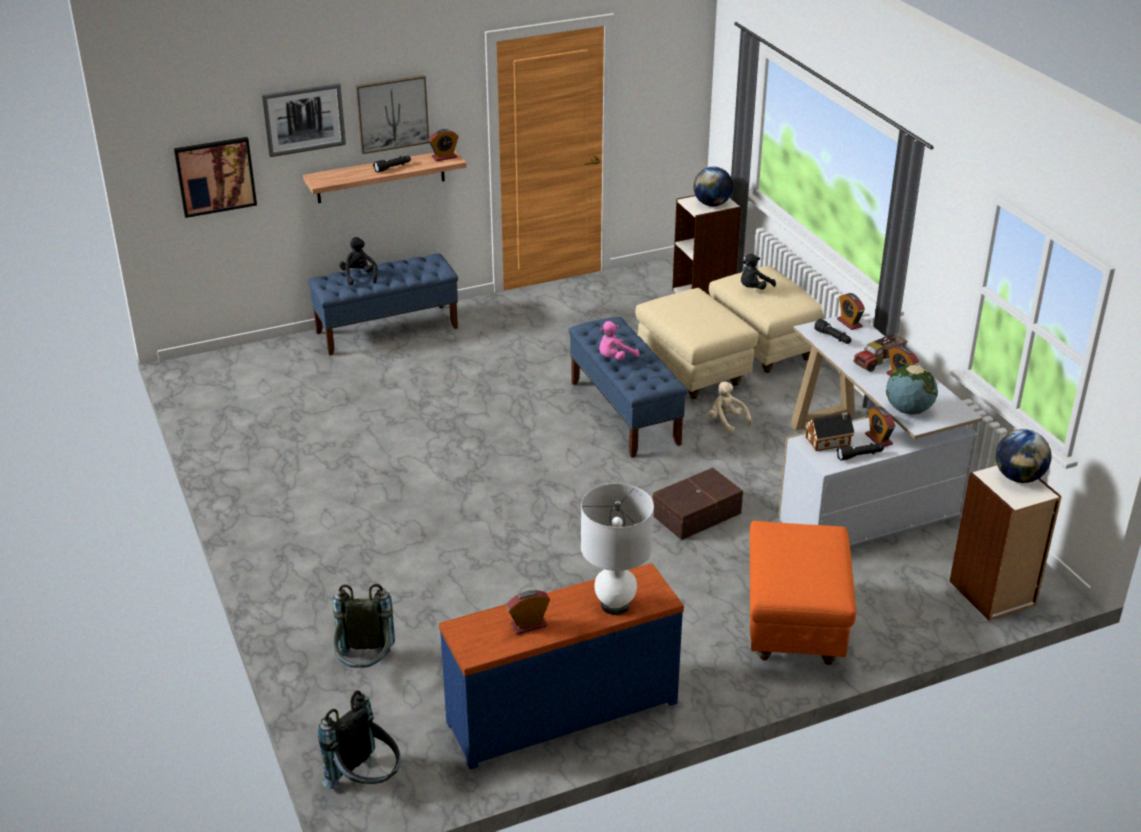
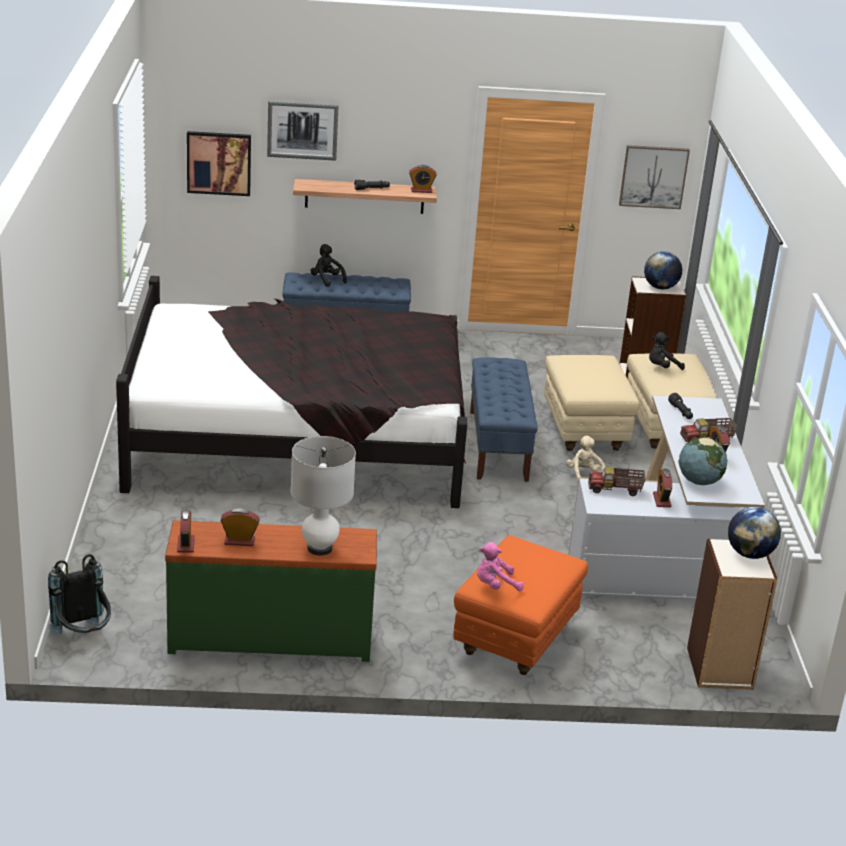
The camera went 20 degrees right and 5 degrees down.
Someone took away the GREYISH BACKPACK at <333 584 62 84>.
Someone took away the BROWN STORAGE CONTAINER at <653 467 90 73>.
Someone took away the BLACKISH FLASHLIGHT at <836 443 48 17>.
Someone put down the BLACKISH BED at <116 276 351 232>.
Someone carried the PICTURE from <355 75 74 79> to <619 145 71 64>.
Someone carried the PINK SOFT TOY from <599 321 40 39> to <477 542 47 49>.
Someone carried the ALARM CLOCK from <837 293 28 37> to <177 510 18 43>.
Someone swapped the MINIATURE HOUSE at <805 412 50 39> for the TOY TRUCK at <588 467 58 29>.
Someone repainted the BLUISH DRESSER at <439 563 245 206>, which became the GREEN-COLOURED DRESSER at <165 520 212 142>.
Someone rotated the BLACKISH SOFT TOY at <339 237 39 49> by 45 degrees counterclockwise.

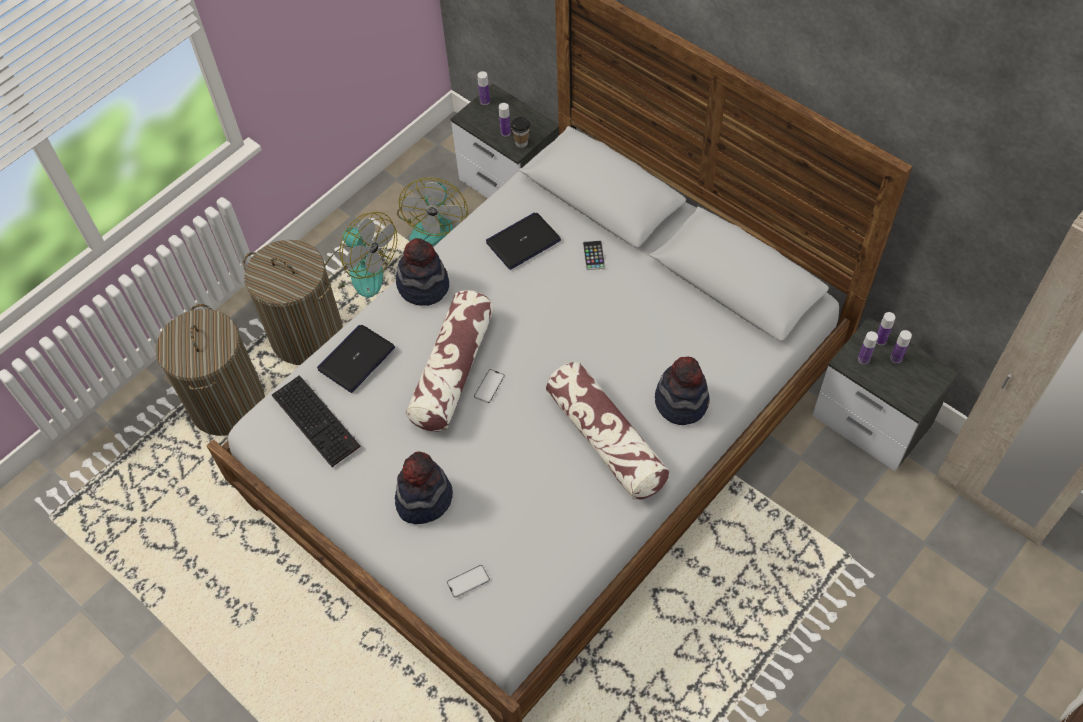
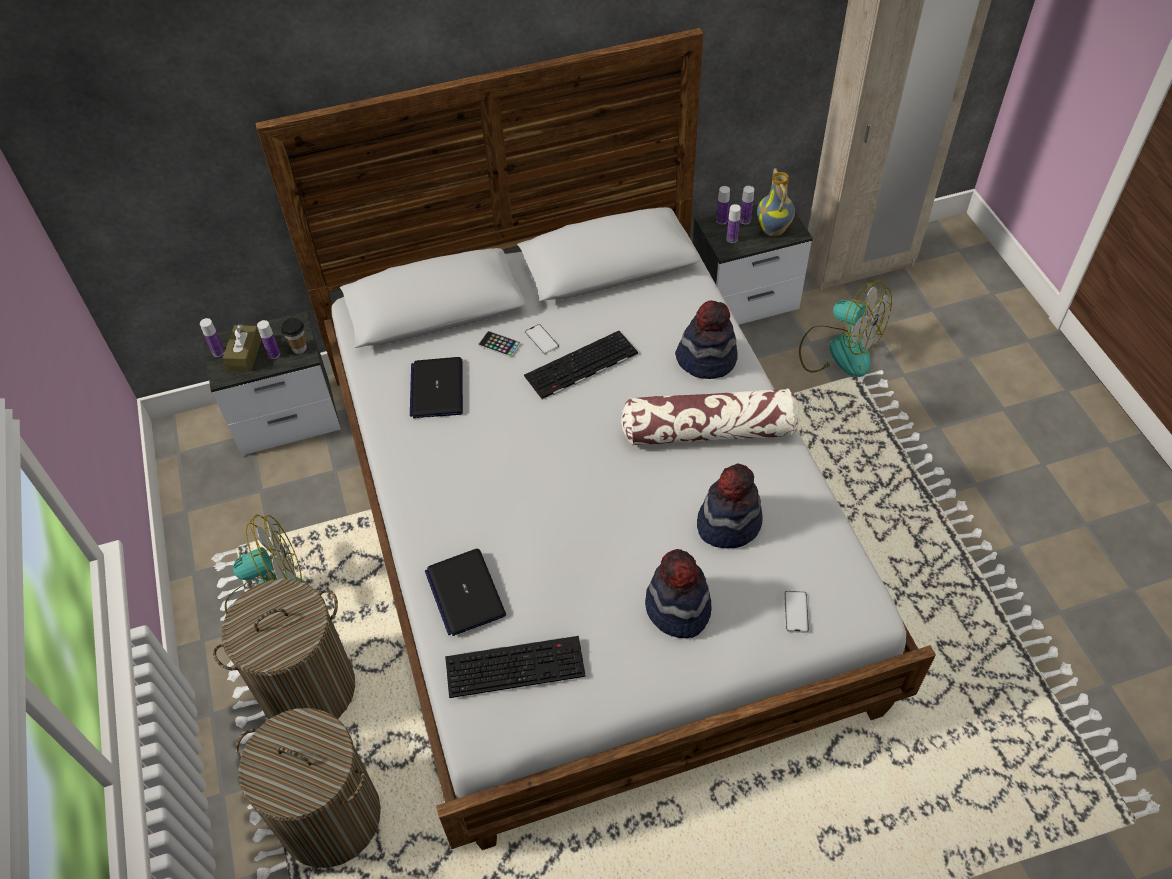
The camera went 60 degrees left and 5 degrees down.
Someone took away the CUSHION at <406 290 88 142>.
Someone put down the BROWN BOX OF TISSUES at <223 324 39 48>.
Someone put down the KEYBOARD at <524 331 114 69>.
Someone put down the FLOWER VASE at <757 168 38 68>.
Someone carried the CLOTHING HAT from <396 238 53 68> to <697 464 66 84>.
Someone carried the ELECTRIC FAN from <397 177 71 69> to <799 280 93 97>.
Someone carried the HANDSET from <474 369 31 34> to <525 324 34 30>.

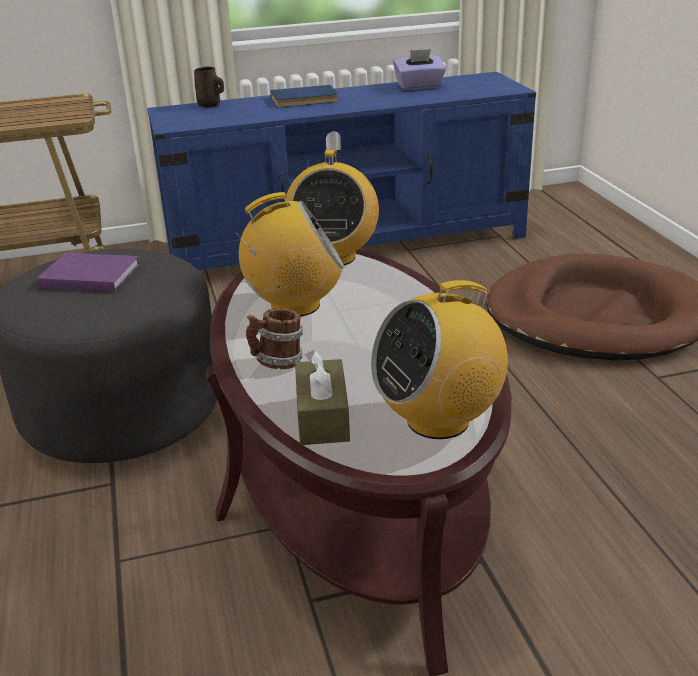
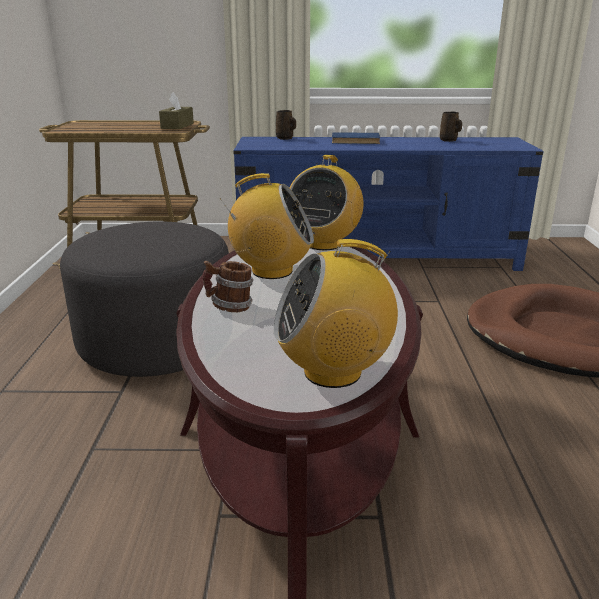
The camera went 15 degrees right and 5 degrees down.
Someone took away the PURPLE VOLUME at <37 253 103 39>.
Someone carried the BROWN BOX OF TISSUES from <295 349 55 96> to <159 92 35 37>.
Someone swapped the PURPLE BOX OF TISSUES at <393 49 53 41> for the BROWN MUG at <440 112 22 30>.

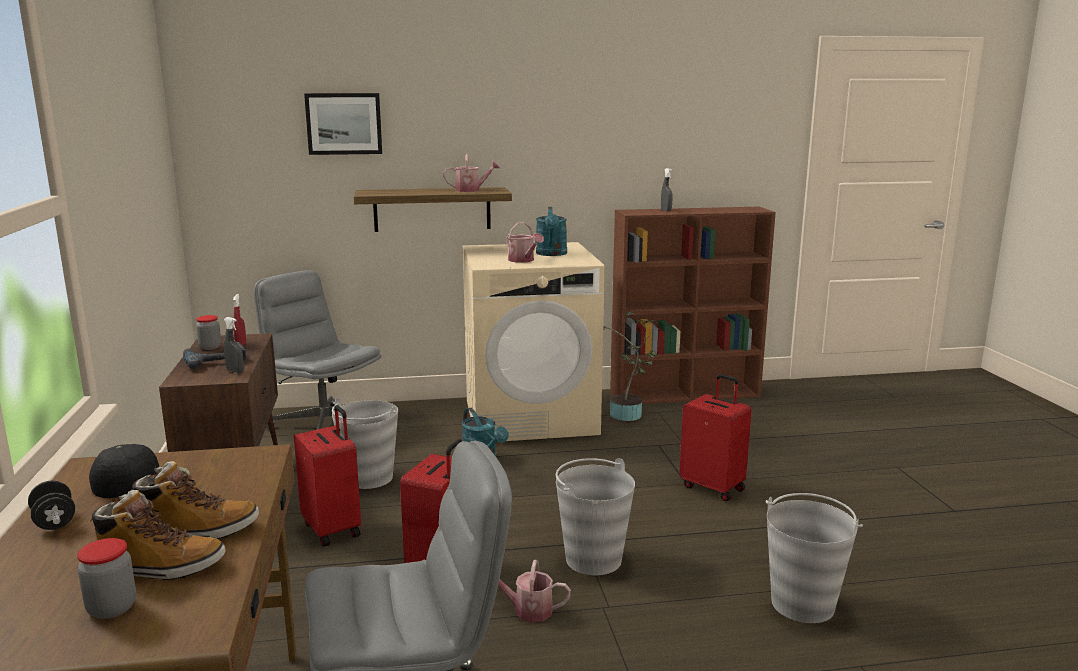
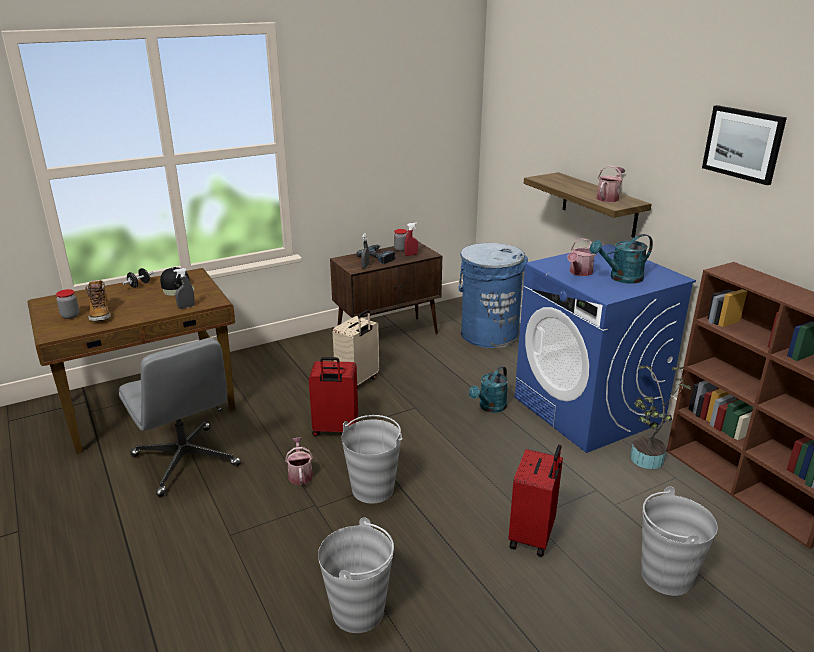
The camera went 70 degrees right and 10 degrees up.
Someone took away the HIGH-TOP BOOT at <131 461 128 78>.
Someone carried the PICTURE from <304 93 78 62> to <702 105 85 80>.
Someone carried the GREYISH BUCKET from <332 398 66 91> to <641 487 77 109>.
Someone carried the GREYISH SPRAY BOTTLE from <661 168 12 43> to <174 268 21 41>.
Someone swapped the GREYISH COMPUTER CHAIR at <254 270 127 160> for the BLUISH WASTE BIN at <458 243 70 105>.
Someone repainted the REDDISH SUITCASE at <294 405 67 142>, which became the SAND-COLOURED SUITCASE at <332 310 47 79>.
Someone repainted the SAND-COLOURED WASHING MACHINE at <462 242 143 199>, which became the BLUISH WASHING MACHINE at <514 244 182 209>.
Someone rotated the WATERING CAN at <443 154 57 38> by 120 degrees counterclockwise.

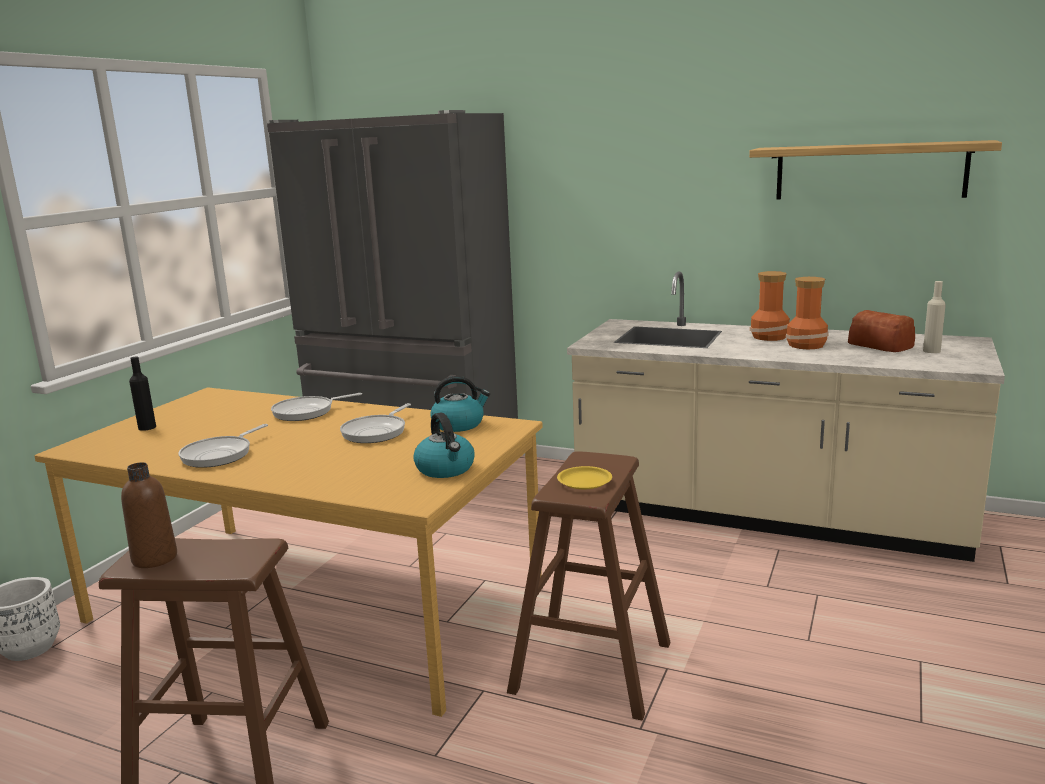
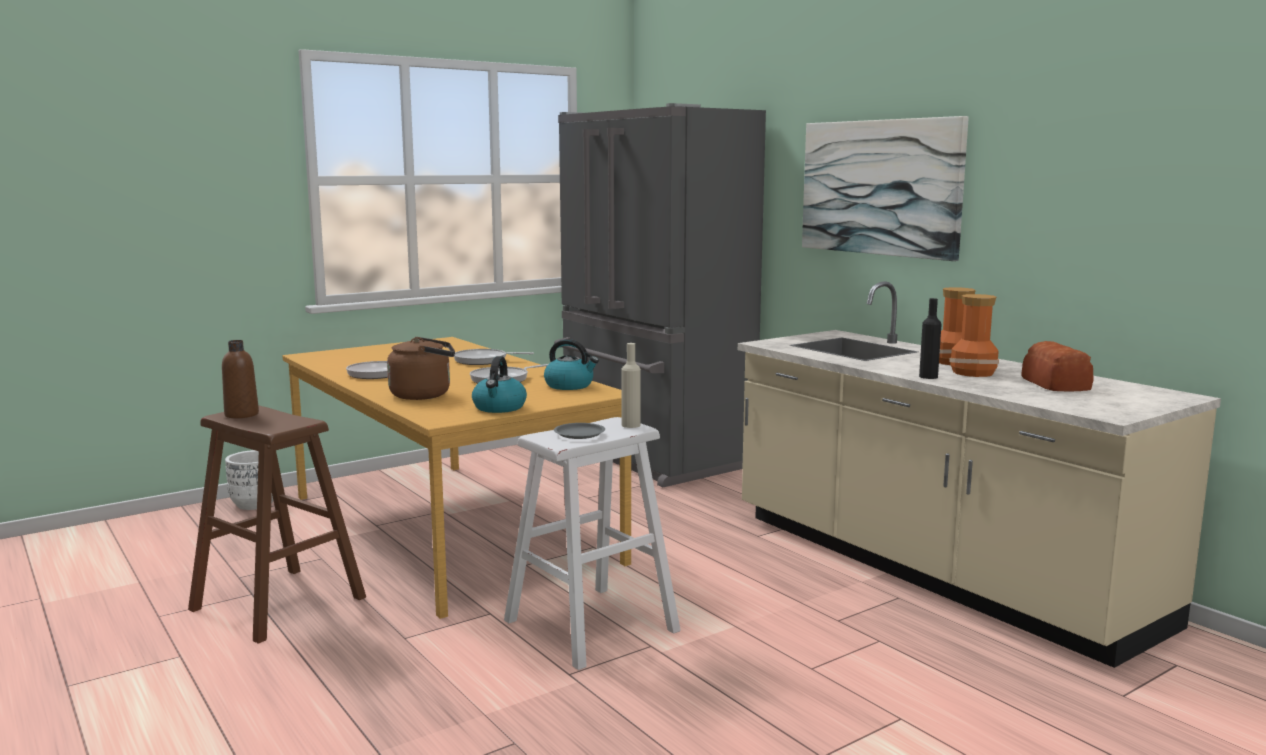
The camera went 30 degrees right and 5 degrees down.
Someone took away the SHELF at <749 140 253 59>.
Someone put down the BROWN TEA KETTLE at <387 337 68 63>.
Someone put up the PICTURE at <802 116 167 145>.
Someone carried the BLACKISH BEVERAGE BOTTLE from <129 356 27 75> to <919 298 22 81>.
Someone carried the SAND-COLOURED BEVERAGE BOTTLE from <923 281 23 72> to <621 343 20 85>.
Someone repainted the BROWN STOOL at <507 451 164 270>, which became the WHITE-COLOURED STOOL at <504 417 177 253>.
Someone repainted the YELLOW-COLOURED DINNER PLATE at <557 466 55 23>, which became the GREYISH DINNER PLATE at <554 423 51 16>.

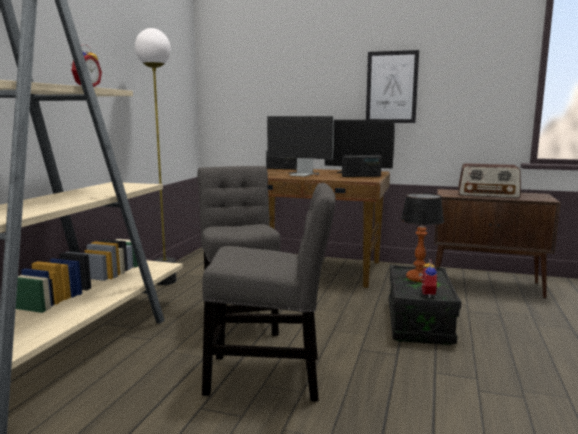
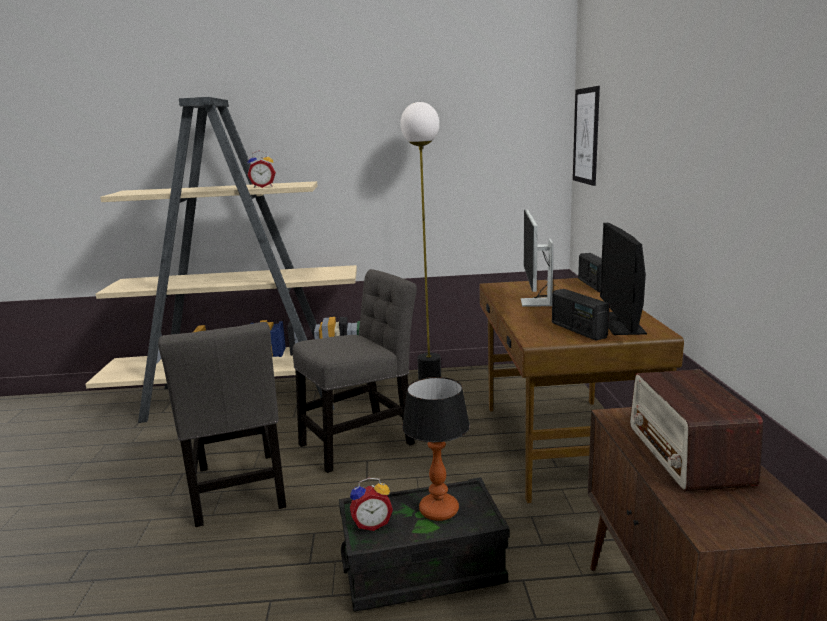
The camera went 70 degrees right and 5 degrees up.
Someone carried the PICTURE from <366 50 53 73> to <573 86 27 100>.

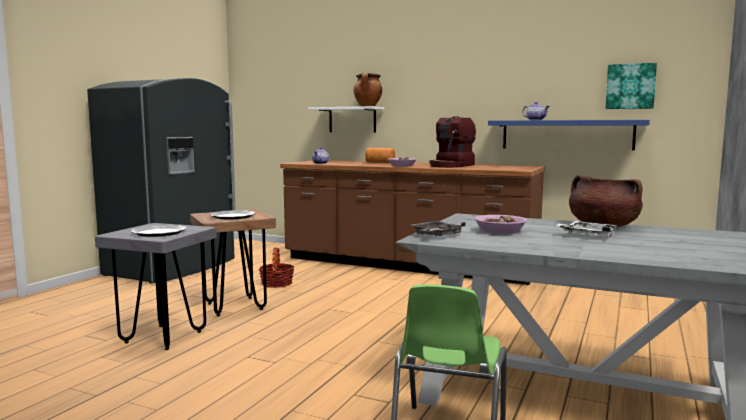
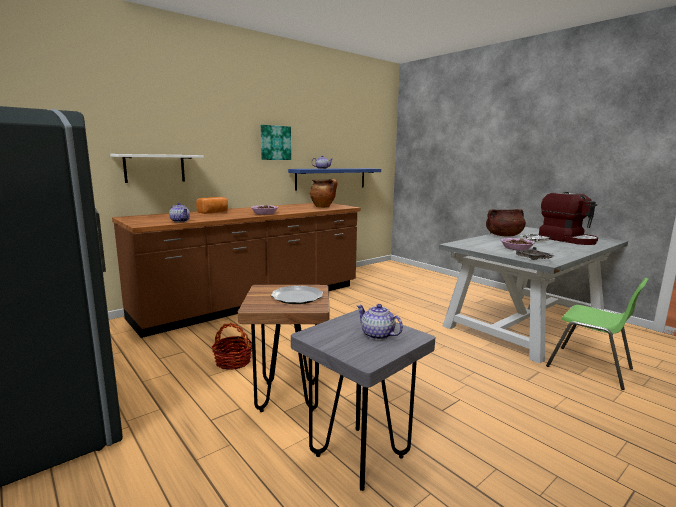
The camera went 65 degrees left and 5 degrees up.
Someone carried the SAUCEPOT from <354 73 28 33> to <310 179 27 29>.
Someone carried the COFFEE MAKER from <429 116 47 52> to <539 192 59 53>.
Someone carried the PICTURE from <606 63 51 46> to <261 125 30 35>.
Someone swapped the DINNER PLATE at <130 225 57 12> for the TEAPOT at <357 304 46 36>.

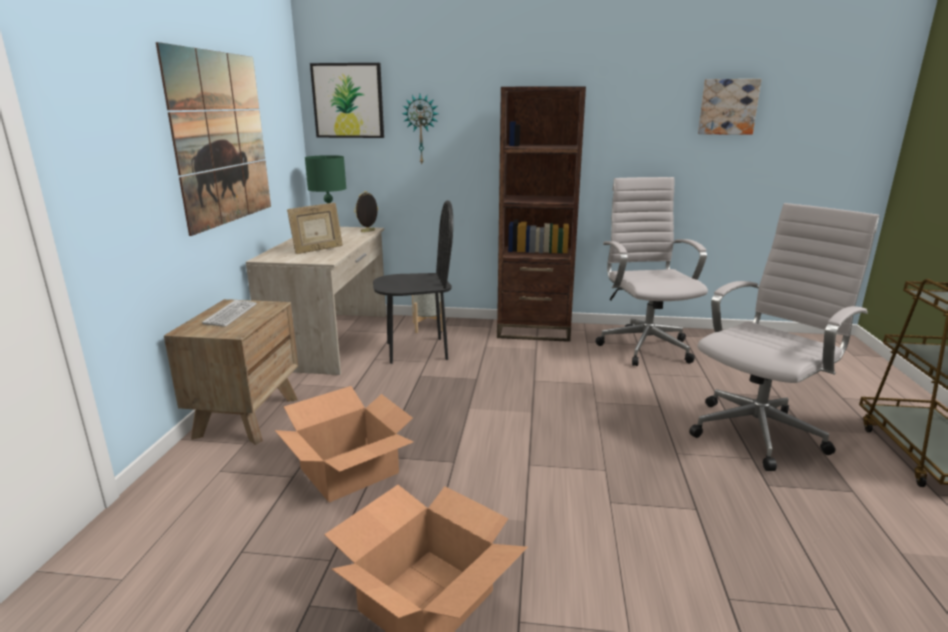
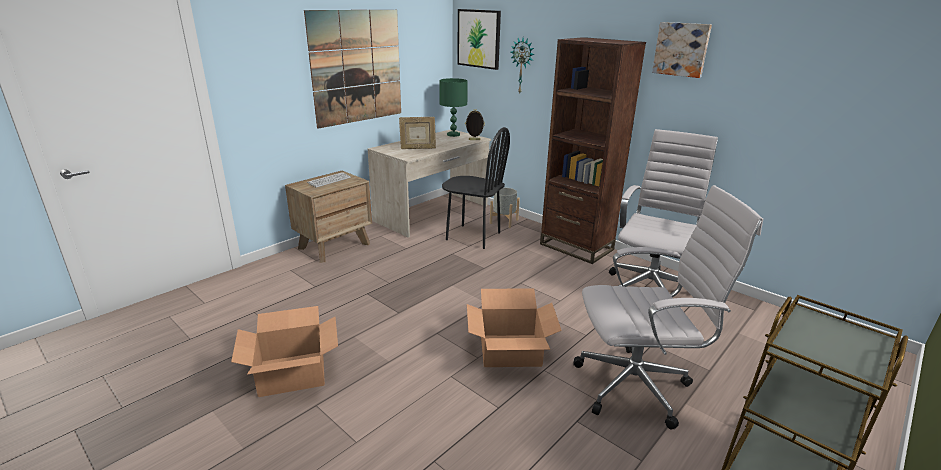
The camera went 35 degrees right and 5 degrees up.
Someone carried the CARTON from <275 386 139 117> to <467 288 95 79>.
Someone carried the PICTURE from <698 79 63 56> to <652 22 60 56>.

